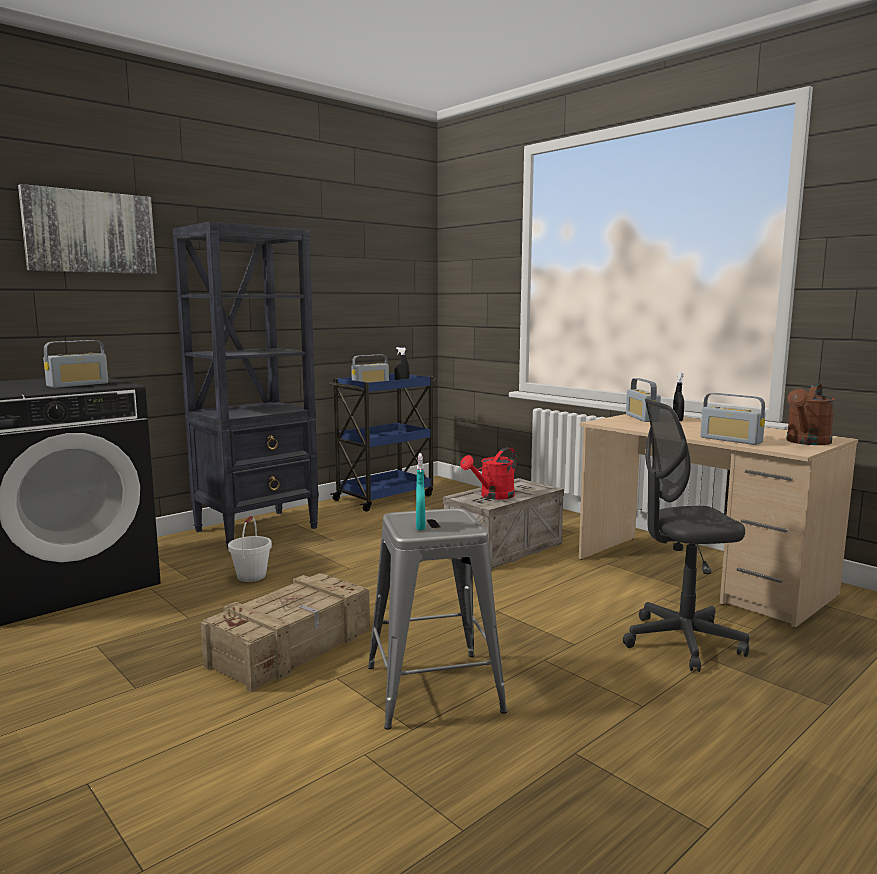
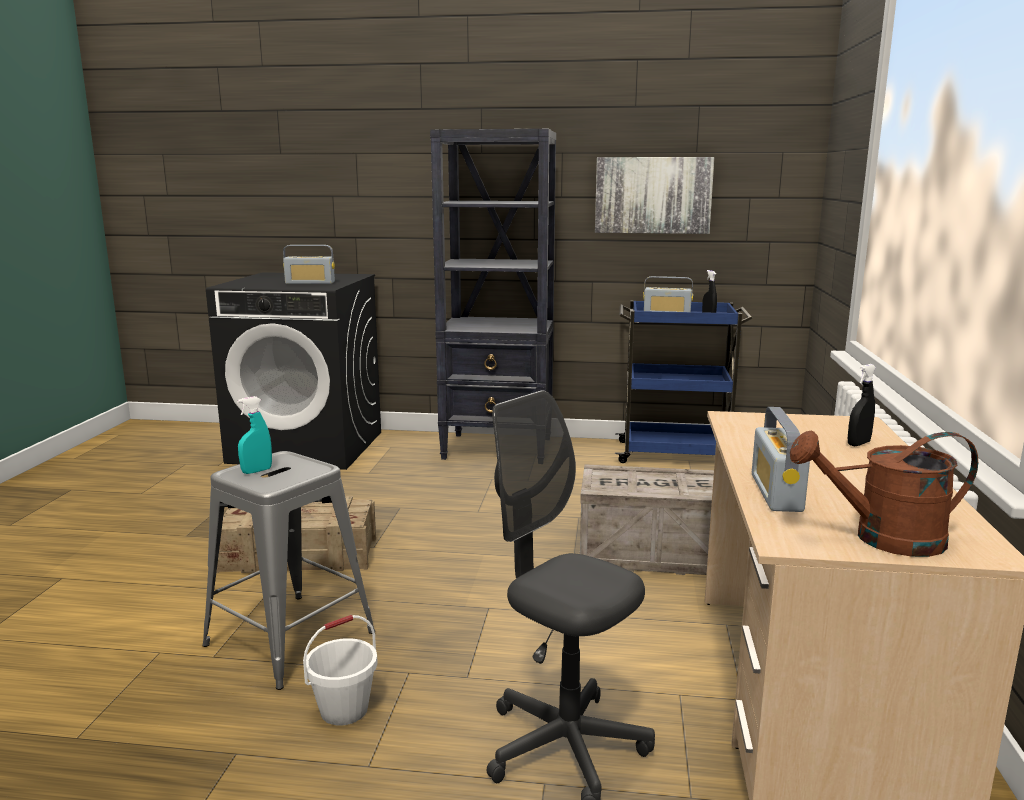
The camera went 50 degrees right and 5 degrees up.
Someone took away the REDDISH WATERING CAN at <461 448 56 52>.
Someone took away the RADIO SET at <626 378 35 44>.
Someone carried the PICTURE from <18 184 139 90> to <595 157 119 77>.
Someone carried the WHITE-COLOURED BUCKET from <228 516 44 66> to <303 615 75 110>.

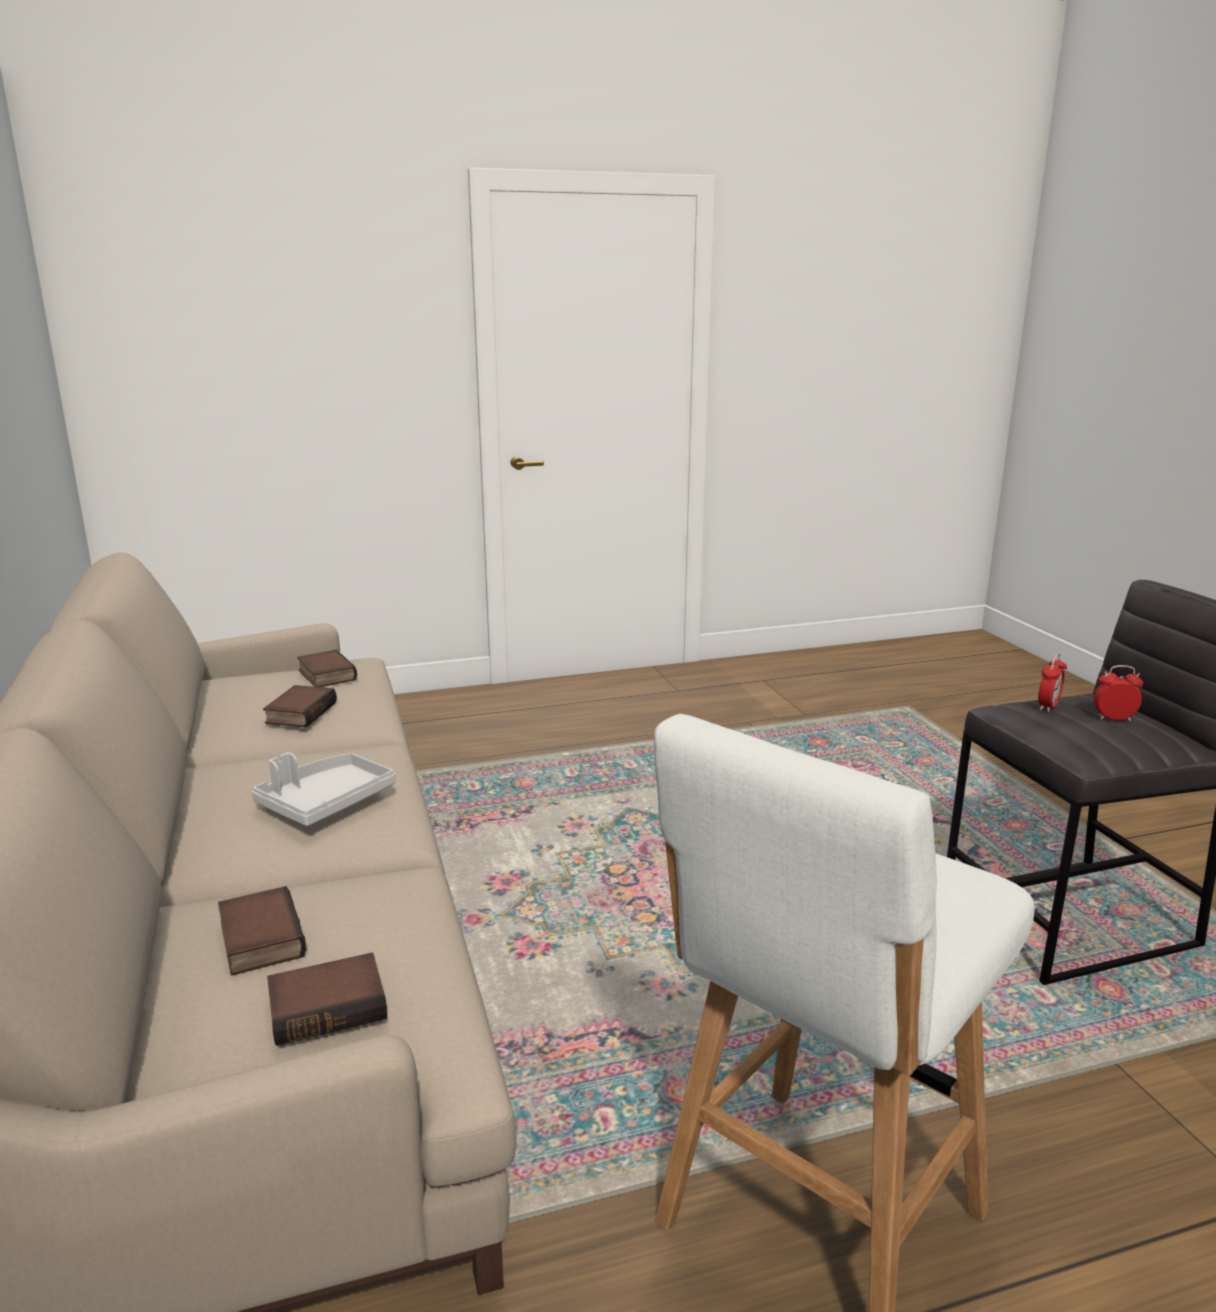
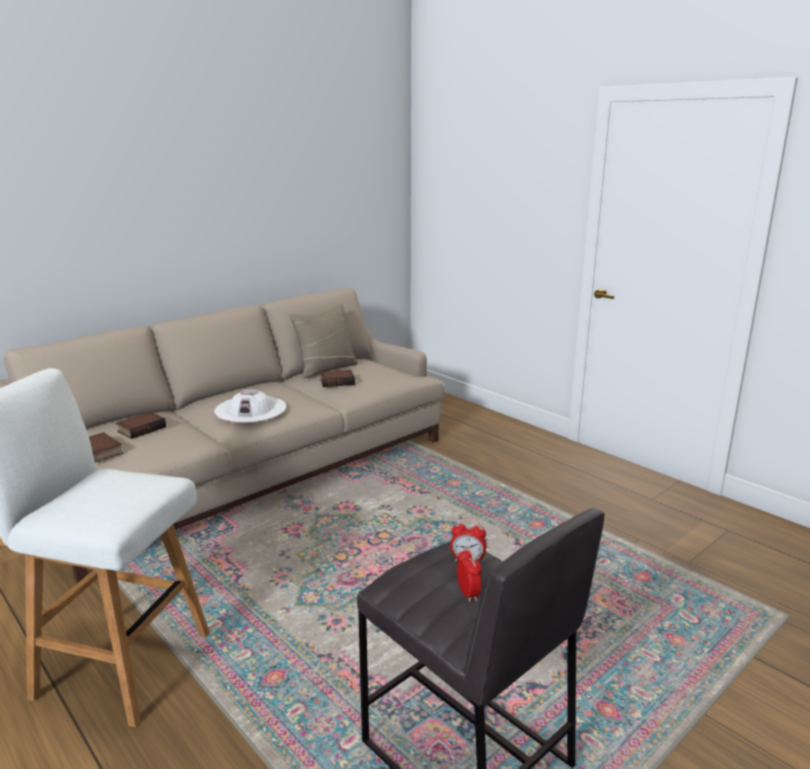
The camera went 65 degrees right and 0 degrees up.
Someone took away the VOLUME at <297 649 60 38>.
Someone put down the SAND-COLOURED CUSHION at <289 304 69 74>.
Someone swapped the GREYISH CARRYING TRAY at <252 752 143 74> for the WHITE-COLOURED CLOTHING HAT at <214 389 72 34>.

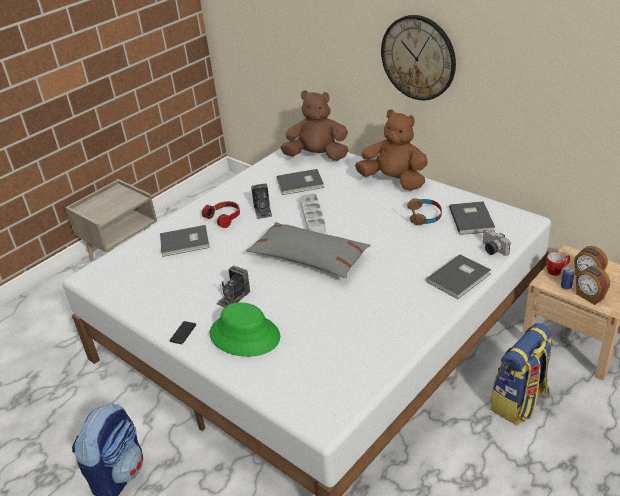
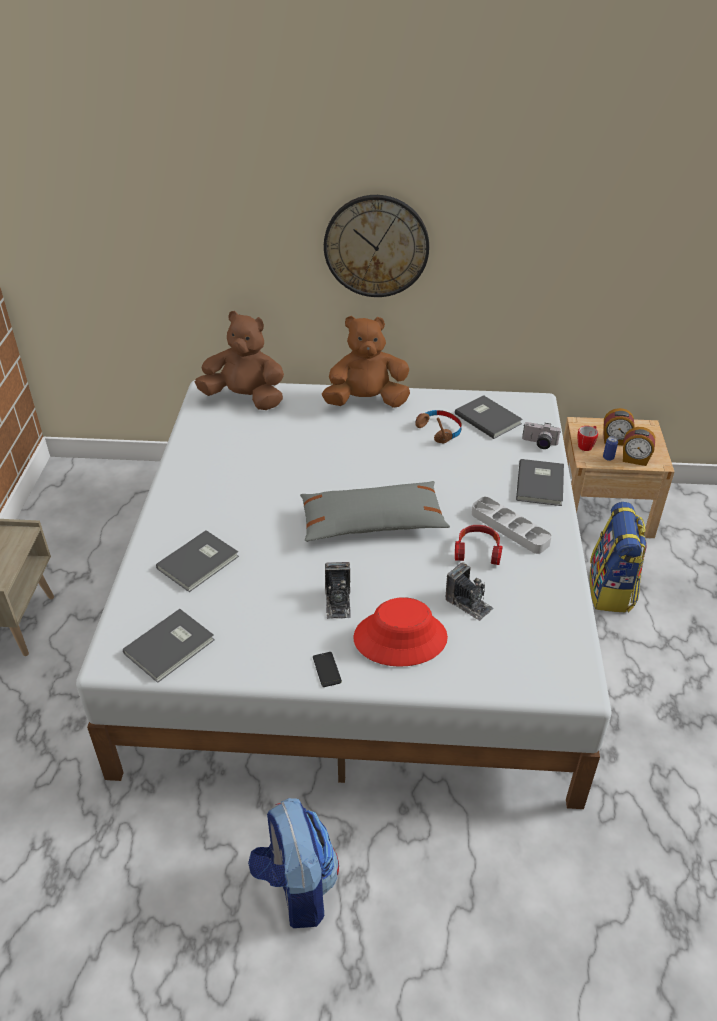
The camera went 40 degrees left and 5 degrees up.
Someone carried the PAIR OF HEADPHONES from <202 201 38 27> to <455 525 48 40>.
Someone carried the STILL CAMERA from <251 183 21 36> to <446 563 48 58>.
Someone carried the GREYISH VOLUME from <277 169 47 26> to <123 609 92 74>.
Someone carried the GREYISH CARRYING TRAY from <300 194 26 40> to <472 497 80 57>.
Someone repainted the GREEN-COLOURED CLOTHING HAT at <210 302 70 55>, which became the REDDISH CLOTHING HAT at <353 597 95 70>.
Someone rotated the BROWN SOFT TOY at <280 90 68 71> by 45 degrees clockwise.

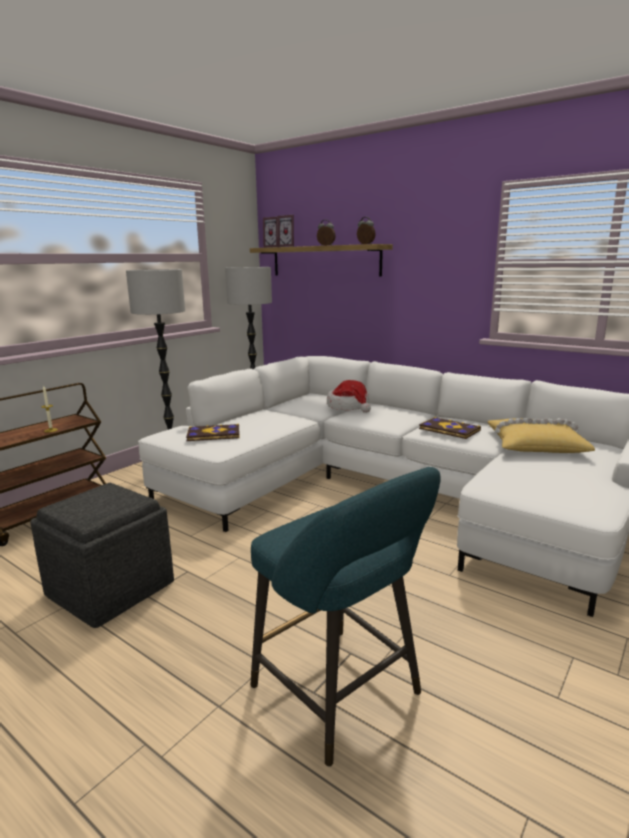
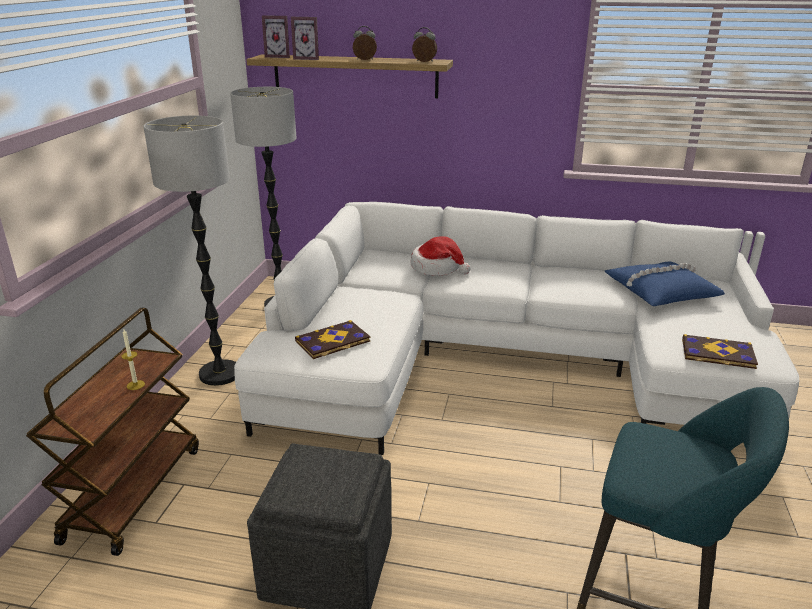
The camera went 25 degrees left and 10 degrees up.
Someone carried the VOLUME from <419 417 62 22> to <682 334 76 35>.
Someone repainted the YELLOW-COLOURED CUSHION at <487 418 108 35>, which became the BLUISH CUSHION at <605 262 120 44>.

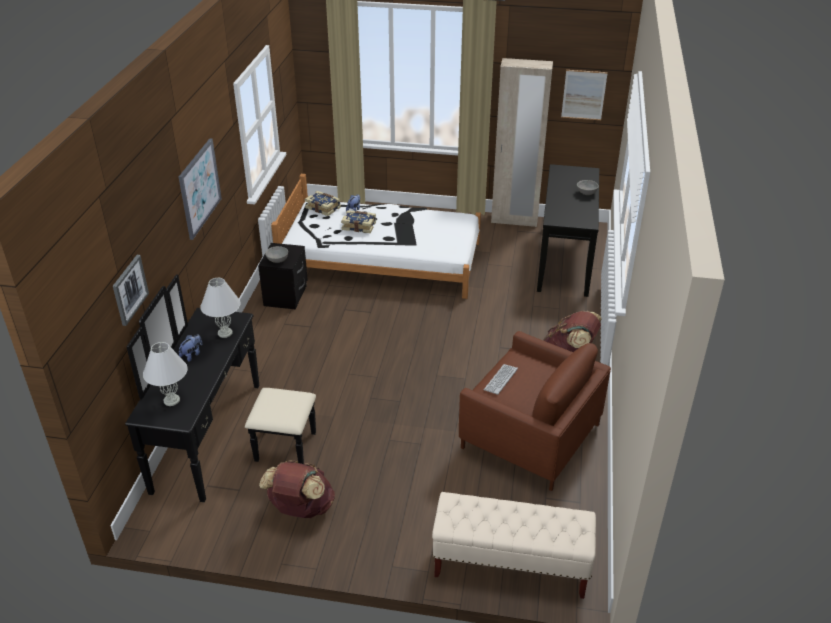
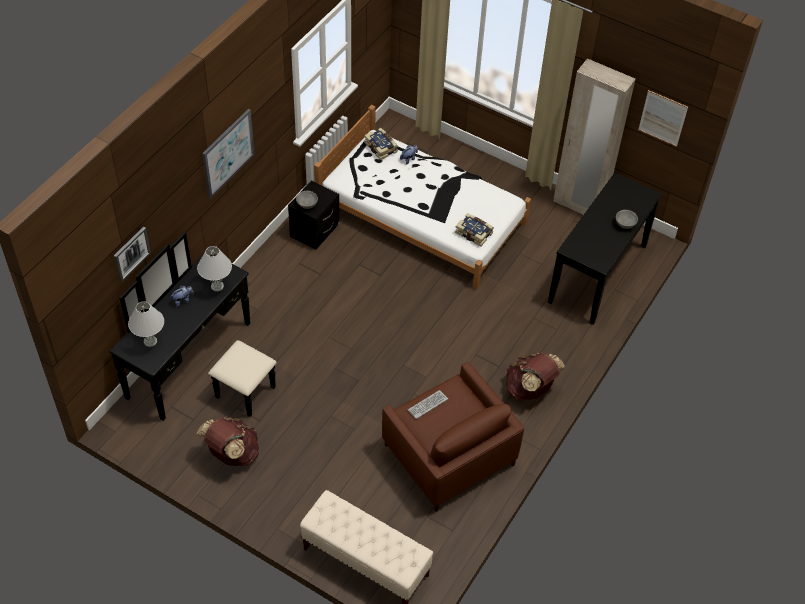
The camera went 20 degrees right and 15 degrees up.
Someone carried the VOLUME from <341 210 35 23> to <455 213 39 34>.

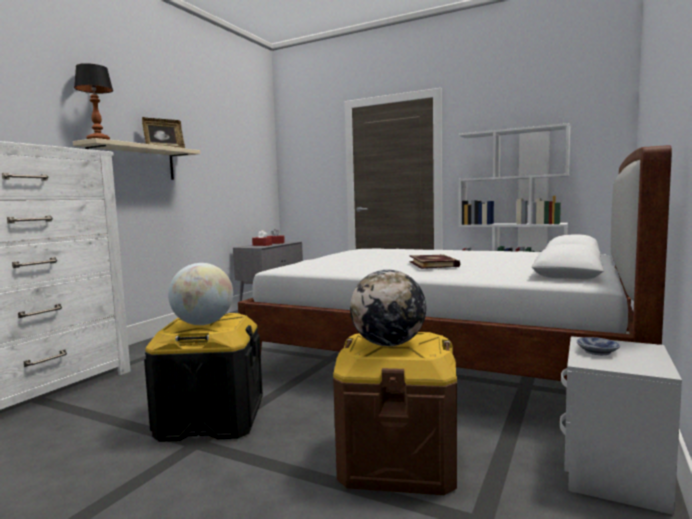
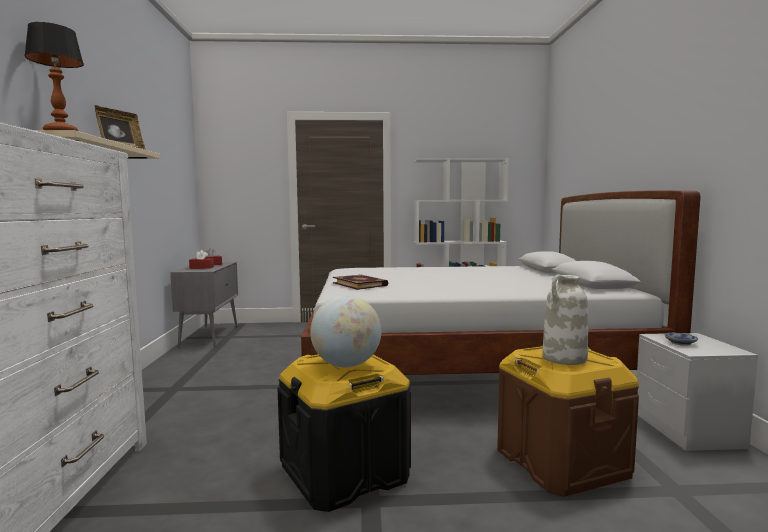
The camera went 30 degrees left and 0 degrees up.
Someone carried the VOLUME from <409 254 51 15> to <333 275 55 15>.
Someone swapped the DESK GLOBE at <350 270 76 76> for the WHITE-COLOURED FLOWER VASE at <542 274 46 91>.

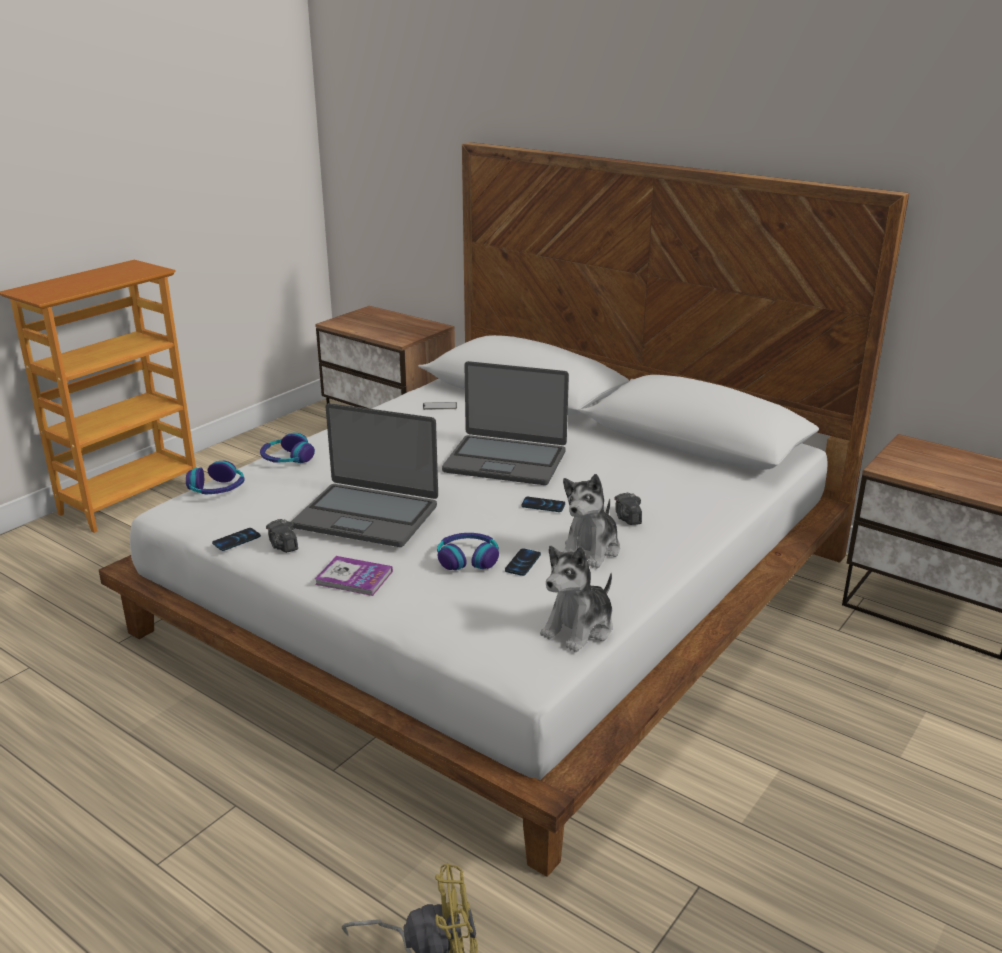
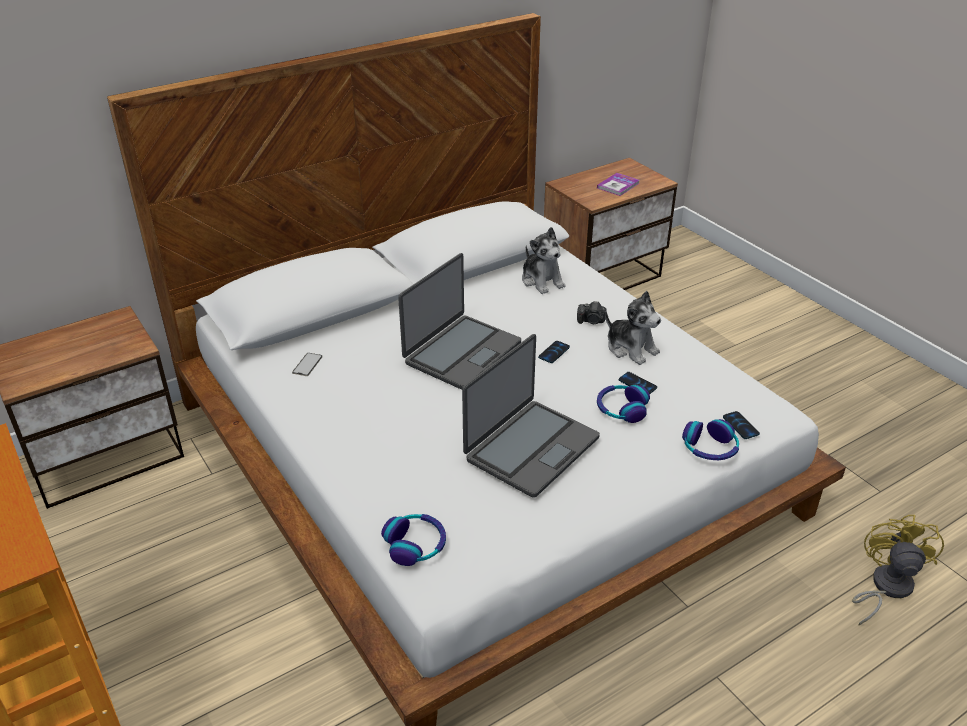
The camera went 70 degrees left and 10 degrees up.
Someone took away the STILL CAMERA at <266 519 32 34>.
Someone carried the HANDSET from <212 528 49 23> to <723 411 37 28>.
Someone carried the PAIR OF HEADPHONES from <260 433 55 30> to <682 419 57 41>.
Someone carried the VOLUME from <315 556 78 40> to <597 173 43 23>.
Someone carried the SOFT TOY from <540 546 73 106> to <522 227 44 67>.

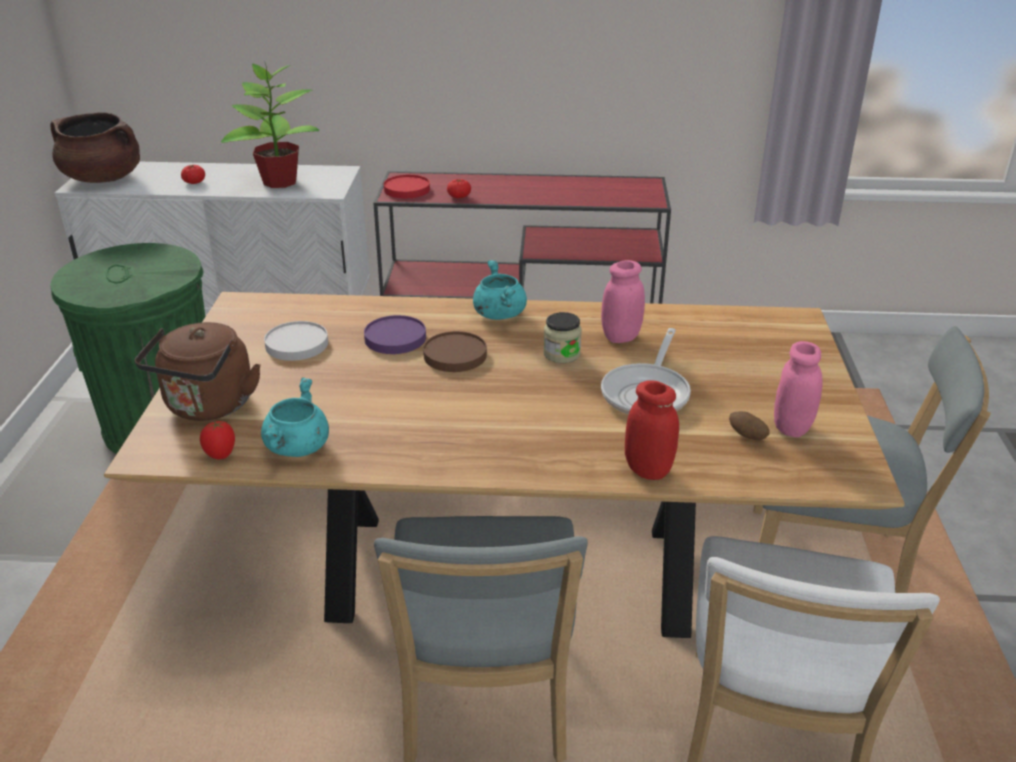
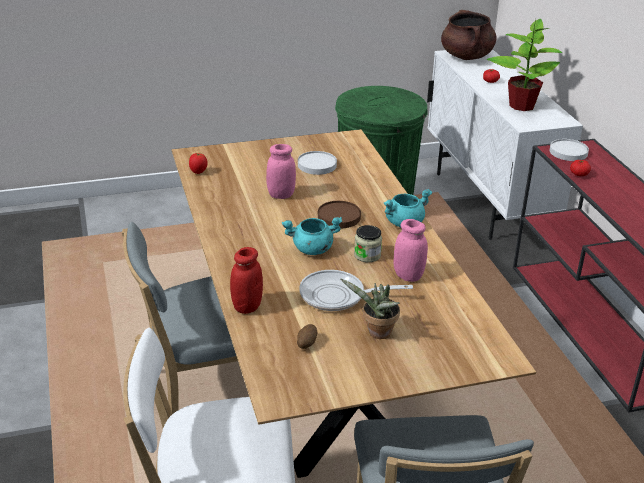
The camera went 70 degrees right and 0 degrees up.
Someone took away the BROWN TEA KETTLE at <135 322 126 99>.
Someone took away the PURPLE DINNER PLATE at <364 315 62 39>.
Someone put down the HOUSEPLANT at <340 278 60 61>.
Someone carried the BLUE-GREEN SAUCEPOT from <261 377 68 80> to <282 217 61 38>.
Someone carried the PINK PRESERVE JAR from <774 341 48 96> to <266 144 30 55>.
Someone repainted the REDDISH DINNER PLATE at <384 175 46 23>, which became the WHITE-COLOURED DINNER PLATE at <550 139 39 22>.

